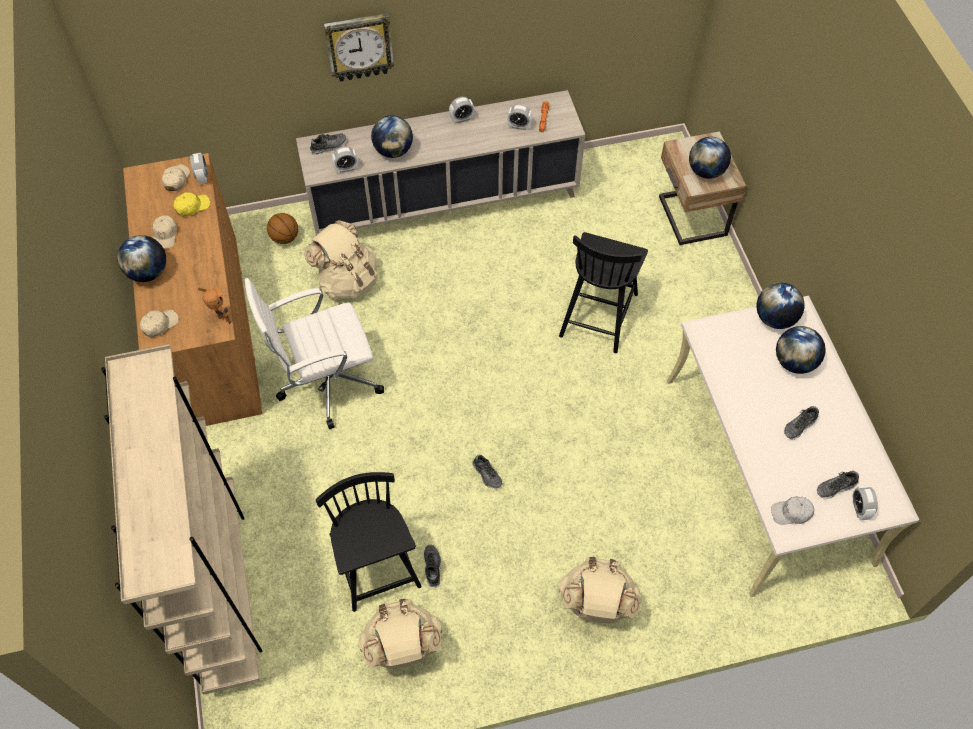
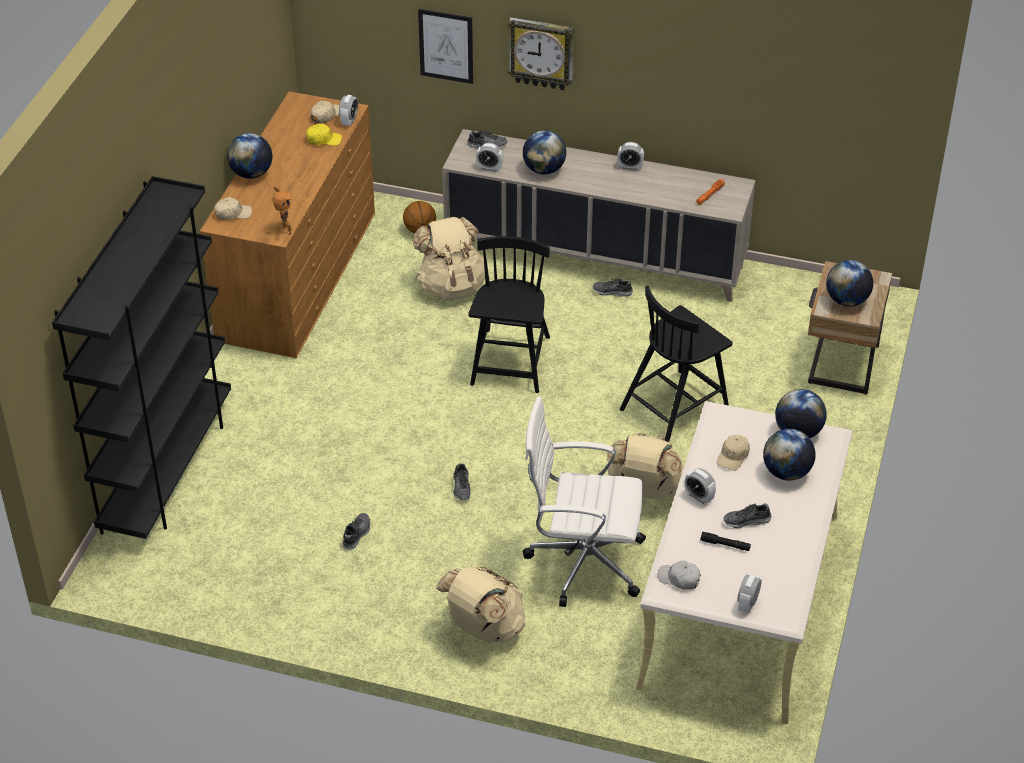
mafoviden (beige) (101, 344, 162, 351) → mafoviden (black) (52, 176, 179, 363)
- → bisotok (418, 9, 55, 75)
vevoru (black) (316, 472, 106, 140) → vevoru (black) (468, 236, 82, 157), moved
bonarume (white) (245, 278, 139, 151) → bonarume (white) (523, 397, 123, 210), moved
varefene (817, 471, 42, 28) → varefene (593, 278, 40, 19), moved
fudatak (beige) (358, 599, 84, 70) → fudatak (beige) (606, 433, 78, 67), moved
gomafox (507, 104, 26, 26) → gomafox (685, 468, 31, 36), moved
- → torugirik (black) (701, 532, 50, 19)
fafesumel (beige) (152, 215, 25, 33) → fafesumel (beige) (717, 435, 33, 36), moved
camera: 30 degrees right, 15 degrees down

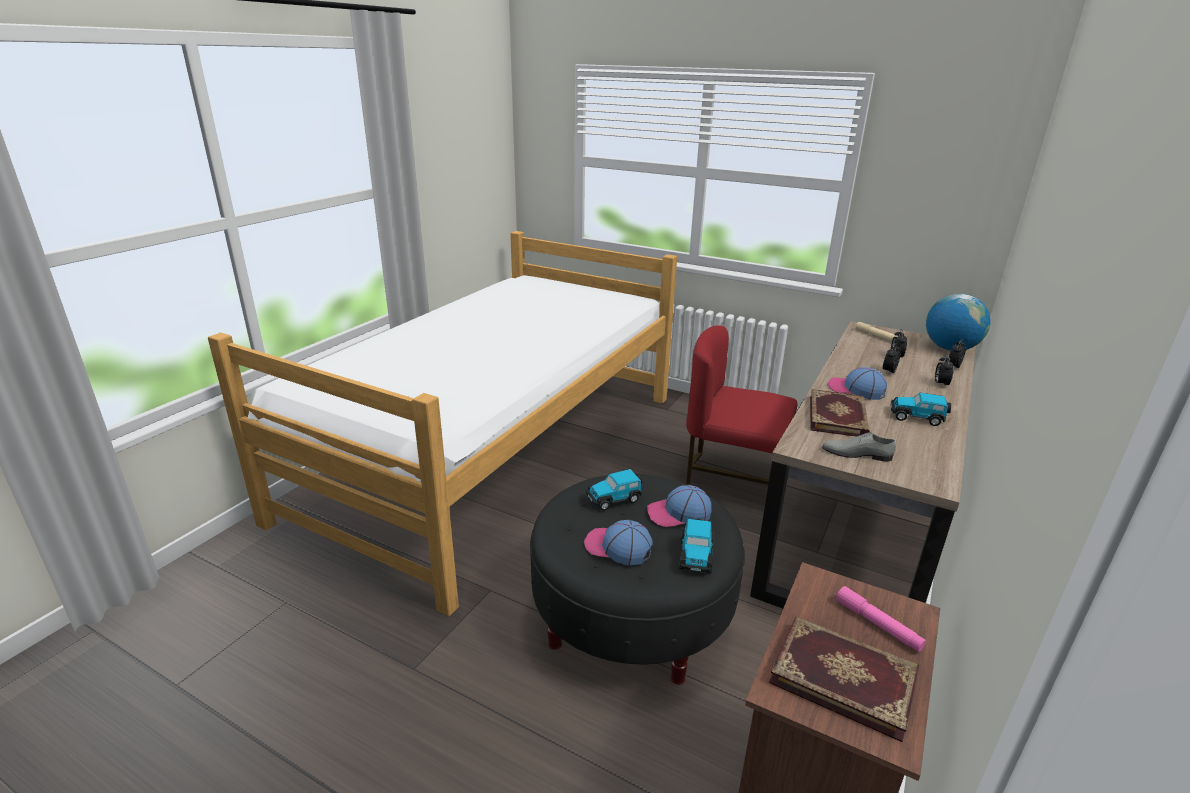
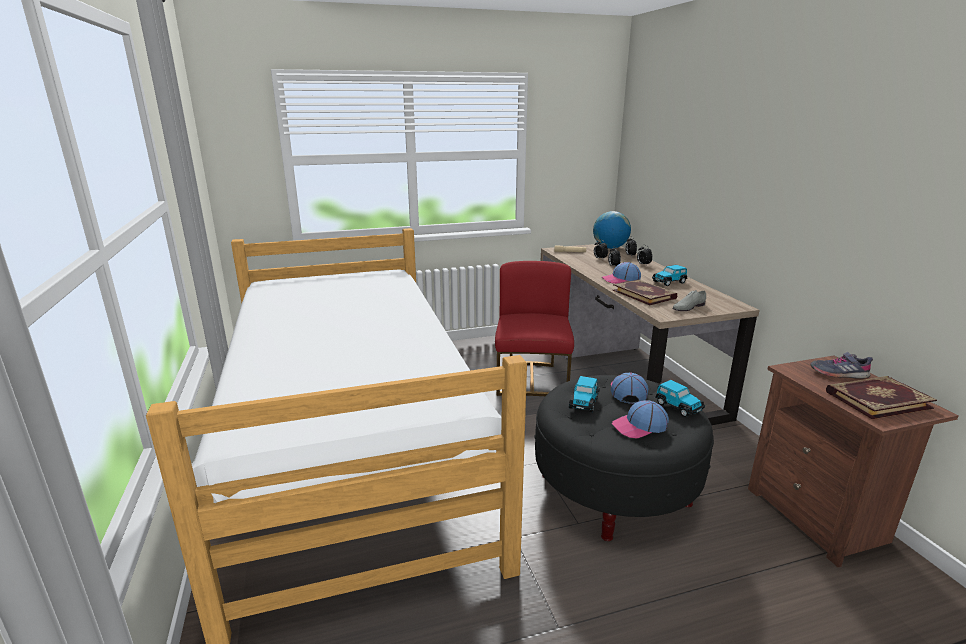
vevoru (red) (686, 325, 111, 160) → vevoru (red) (495, 261, 79, 135), 120 degrees clockwise
fafesumel (647, 485, 65, 42) → fafesumel (611, 372, 38, 32), 150 degrees clockwise
torugirik (pink) (836, 586, 90, 66) → varefene (grey) (810, 352, 63, 27)
camera: 45 degrees left, 5 degrees down

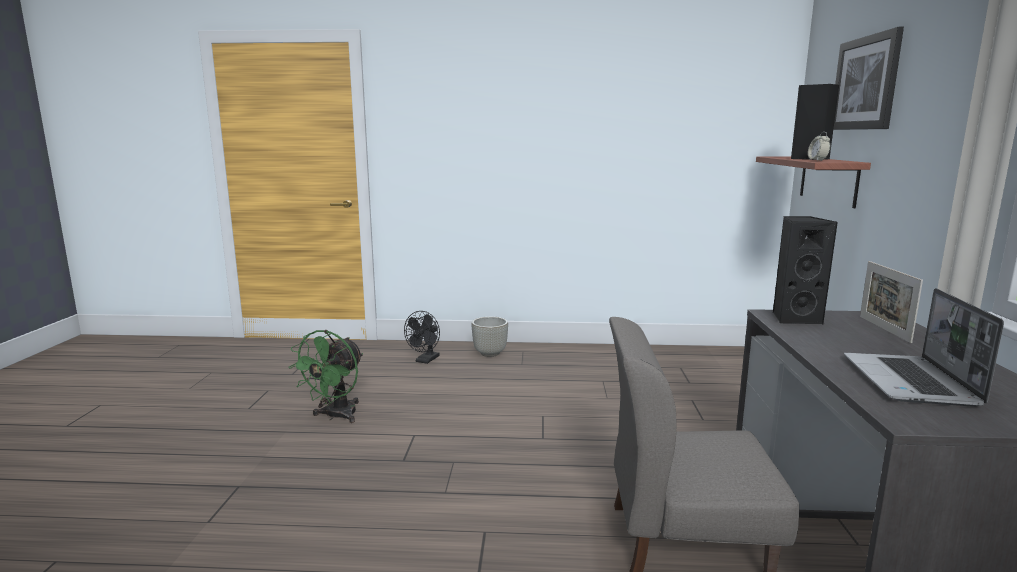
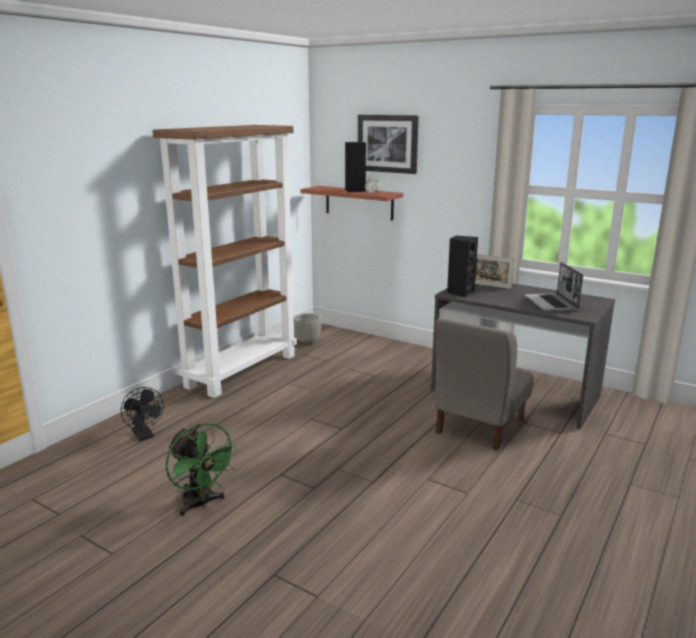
- → mafoviden (brown) (153, 125, 144, 273)
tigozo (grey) (471, 317, 37, 40) → tigozo (grey) (294, 314, 27, 31), moved
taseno (844, 288, 160, 119) → taseno (525, 262, 58, 50), 45 degrees clockwise
camera: 60 degrees left, 5 degrees up

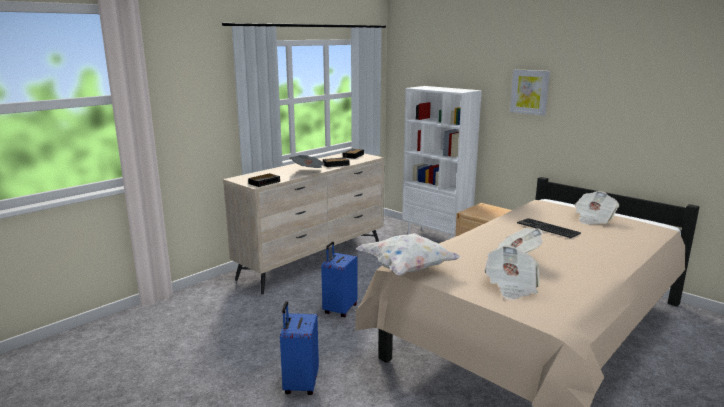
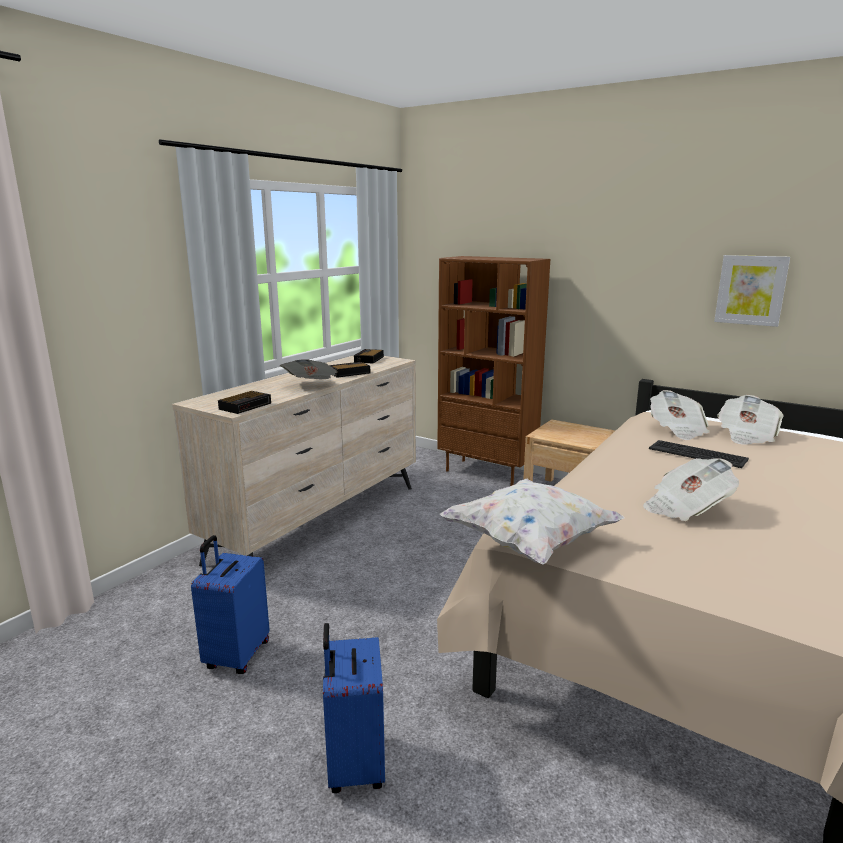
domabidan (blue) (321, 242, 37, 75) → domabidan (blue) (191, 535, 78, 139), moved
mafoviden (white) (402, 86, 80, 153) → mafoviden (brown) (437, 256, 113, 230)
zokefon (484, 246, 56, 54) → zokefon (650, 390, 60, 50), moved
bisotok (510, 69, 40, 47) → bisotok (714, 255, 76, 72), moved
camera: 10 degrees left, 0 degrees up

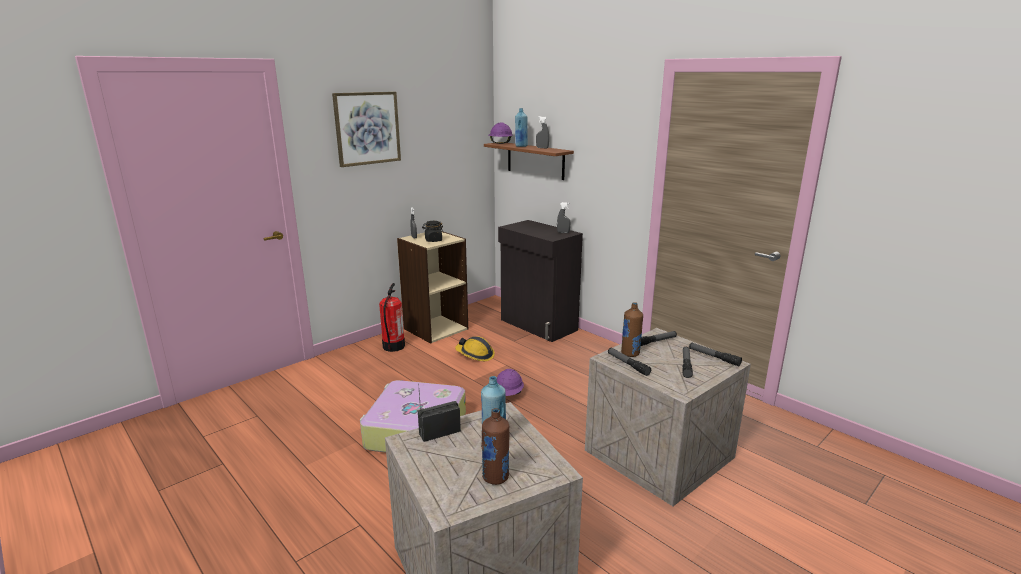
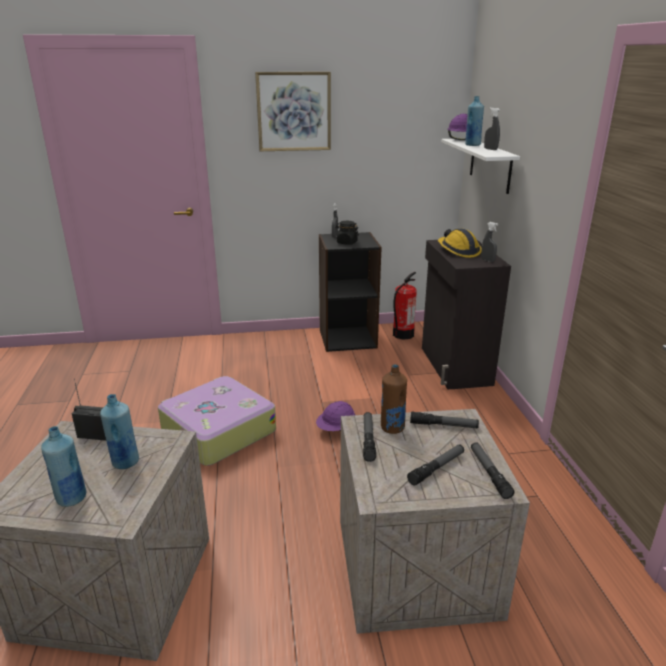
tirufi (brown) (481, 408, 28, 77) → tirufi (blue) (41, 426, 45, 81)
mafoviden (beige) (397, 231, 71, 113) → mafoviden (black) (319, 232, 63, 120)
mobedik (379, 283, 26, 69) → mobedik (393, 272, 24, 68), moved
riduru (455, 336, 40, 25) → riduru (438, 229, 44, 29), moved
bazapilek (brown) (484, 142, 90, 38) → bazapilek (white) (441, 138, 79, 56)
camera: 35 degrees right, 5 degrees up

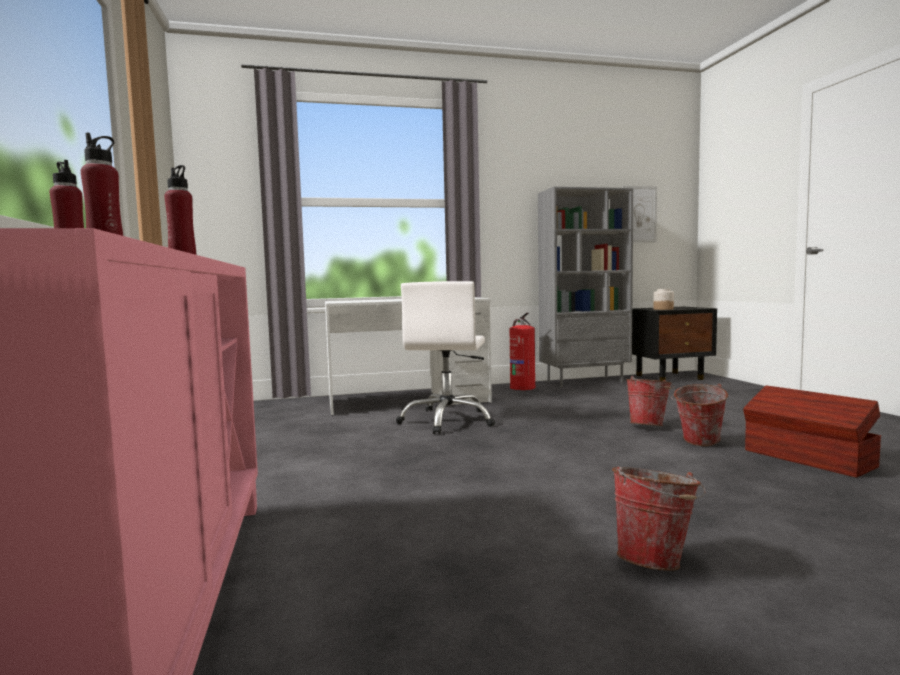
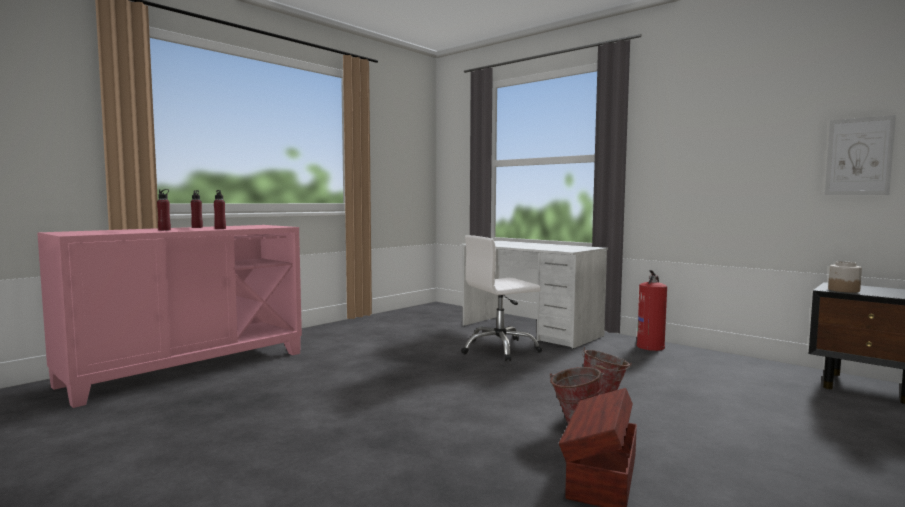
mafoviden (grey) (538, 187, 95, 200) → -
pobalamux (612, 467, 94, 104) → -
camera: 55 degrees right, 0 degrees up

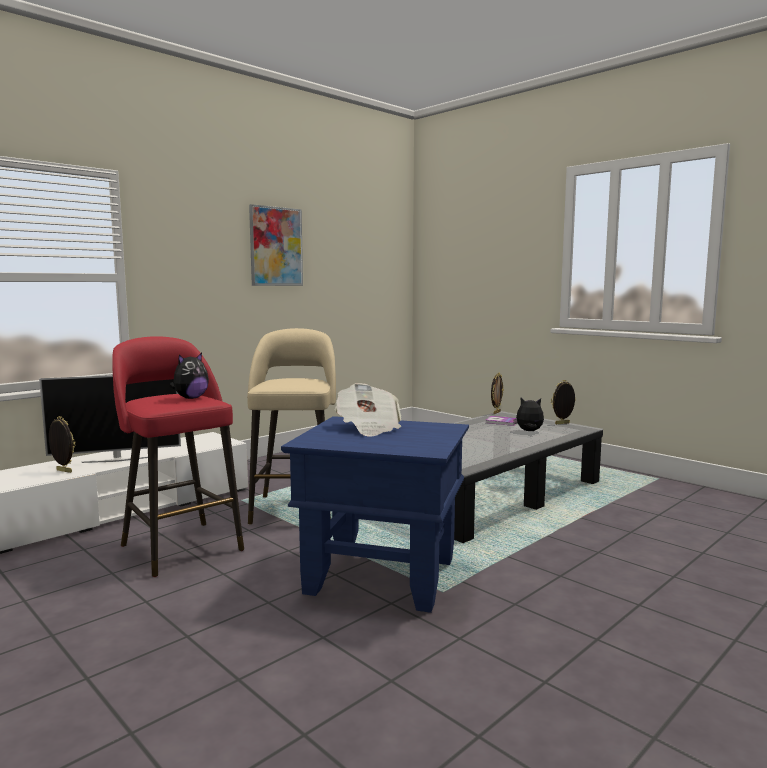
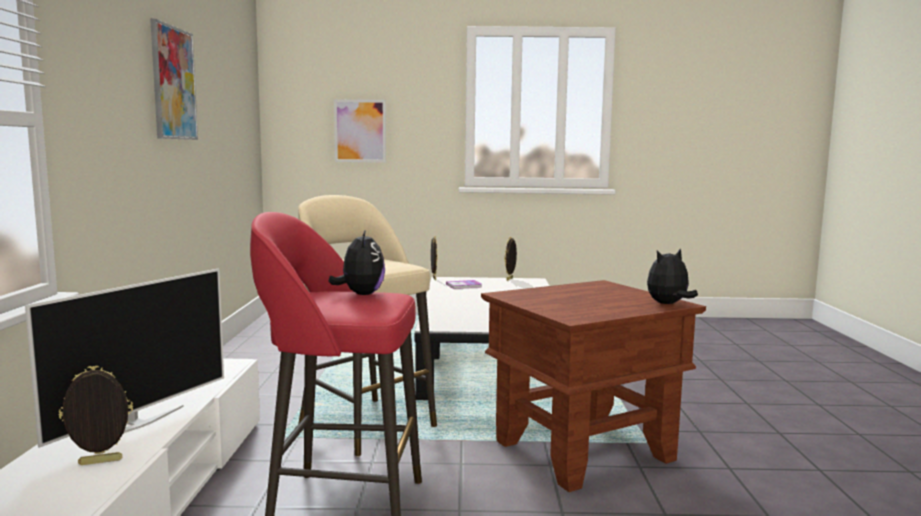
- → bisotok (334, 99, 52, 64)
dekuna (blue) (281, 416, 188, 197) → dekuna (brown) (481, 280, 225, 212)
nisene (513, 398, 31, 33) → nisene (647, 248, 51, 56), moved
zokefon (335, 383, 66, 54) → -
camera: 45 degrees left, 0 degrees up

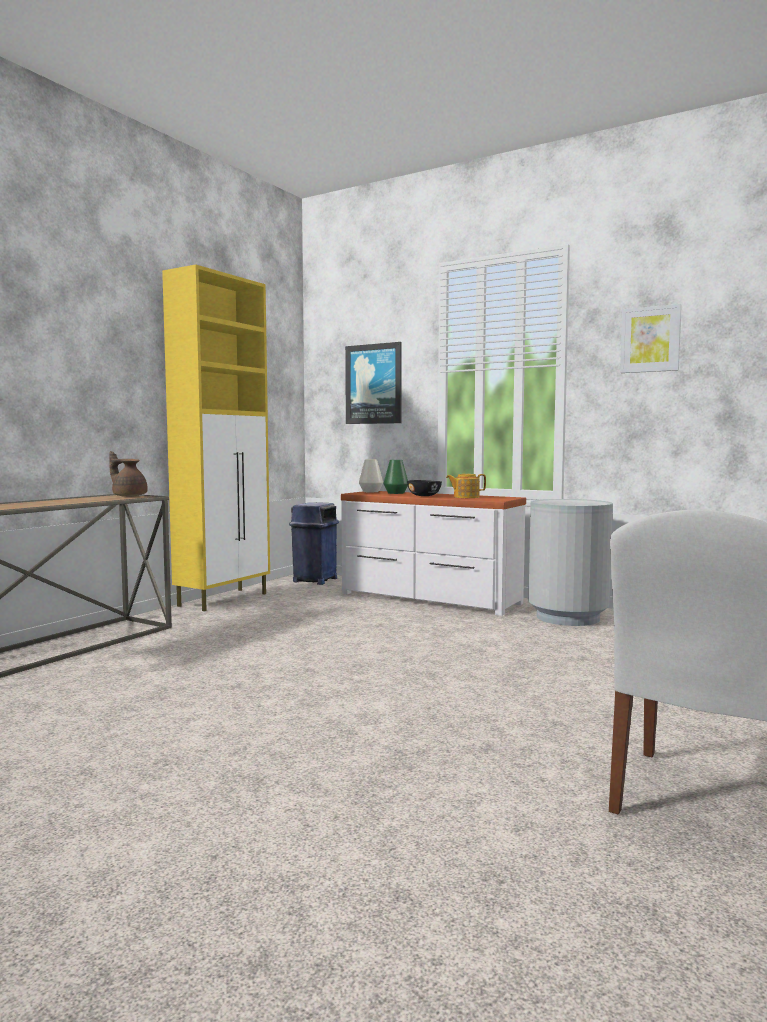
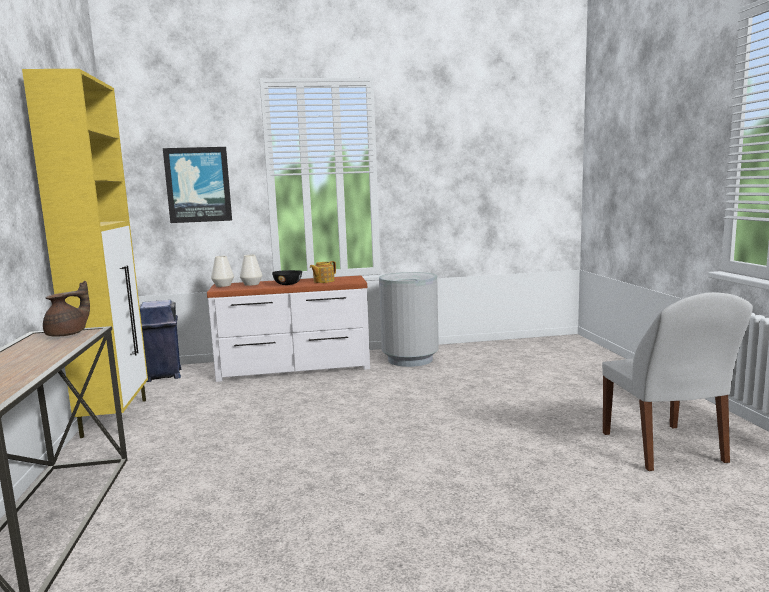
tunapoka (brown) (109, 451, 39, 46) → tunapoka (brown) (43, 281, 47, 55), 135 degrees clockwise
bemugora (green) (383, 460, 25, 34) → bemugora (white) (240, 255, 22, 31)
bisotok (620, 304, 62, 69) → -
camera: 40 degrees left, 5 degrees up

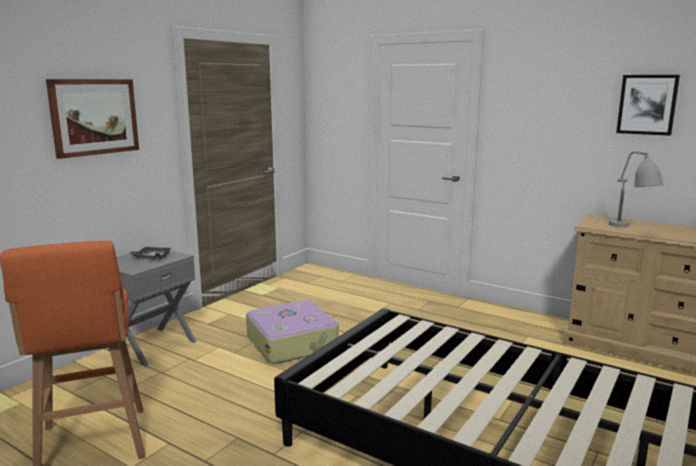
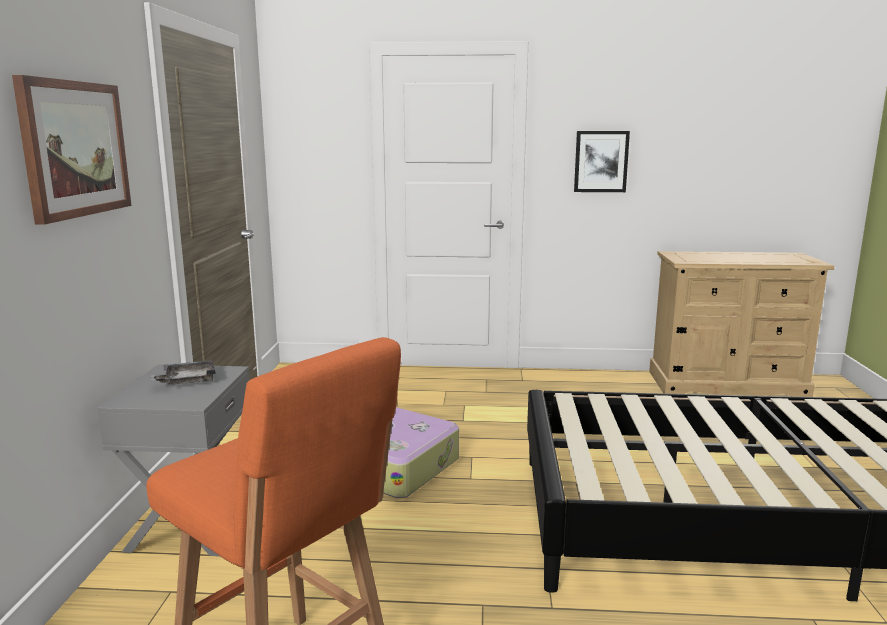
bisotok (616, 75, 64, 61) → bisotok (574, 131, 56, 61), moved
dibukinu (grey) (609, 151, 54, 76) → -
camera: 30 degrees left, 0 degrees up

